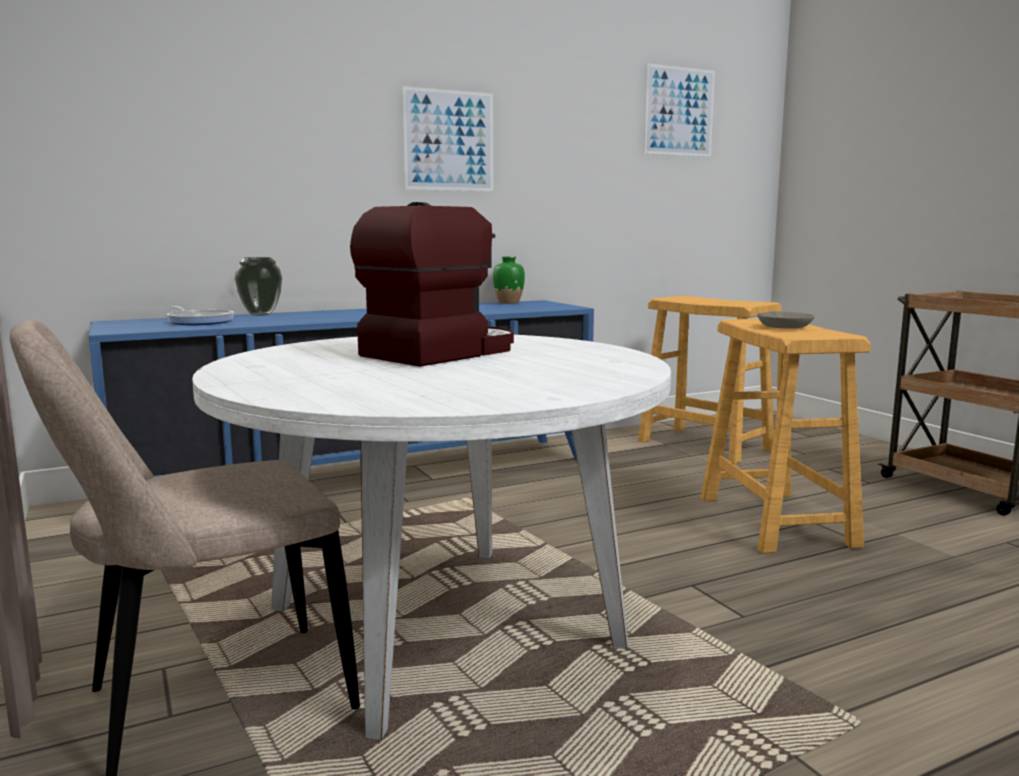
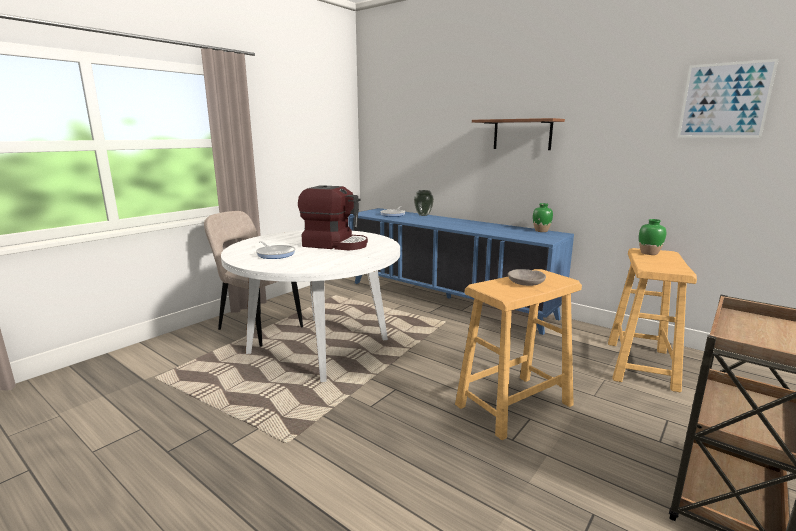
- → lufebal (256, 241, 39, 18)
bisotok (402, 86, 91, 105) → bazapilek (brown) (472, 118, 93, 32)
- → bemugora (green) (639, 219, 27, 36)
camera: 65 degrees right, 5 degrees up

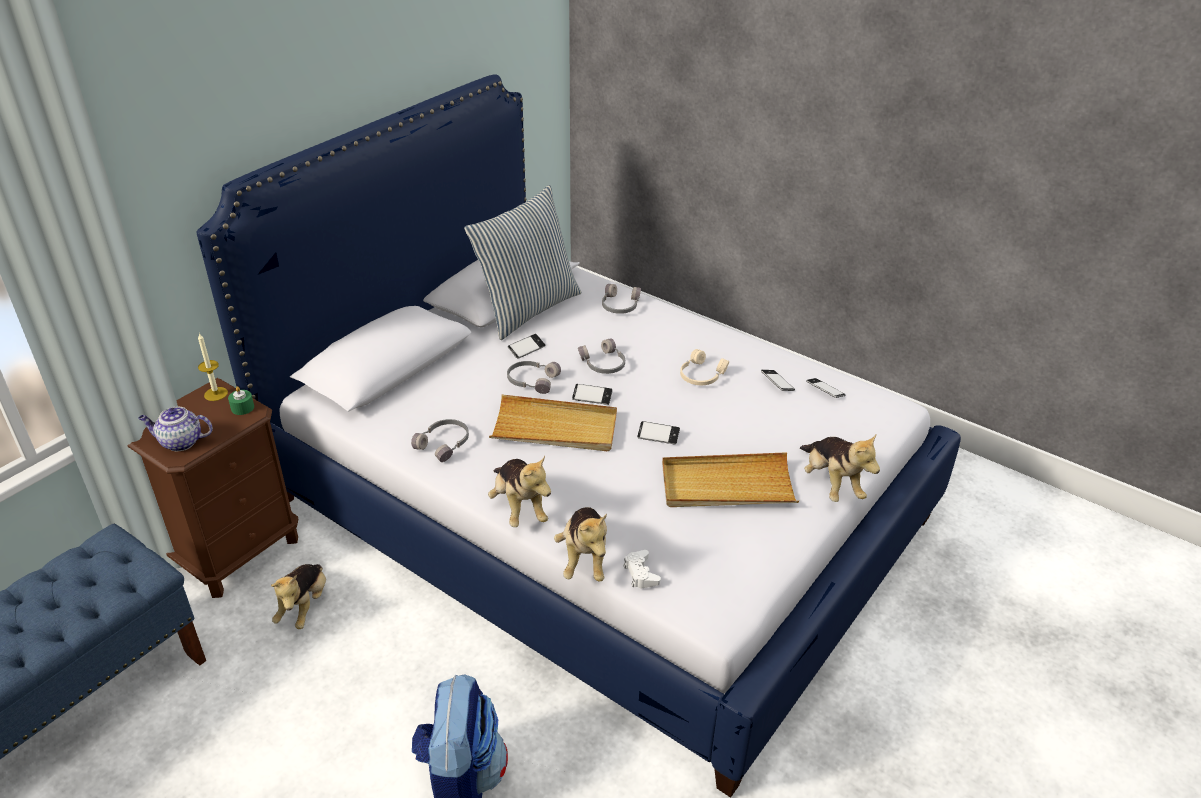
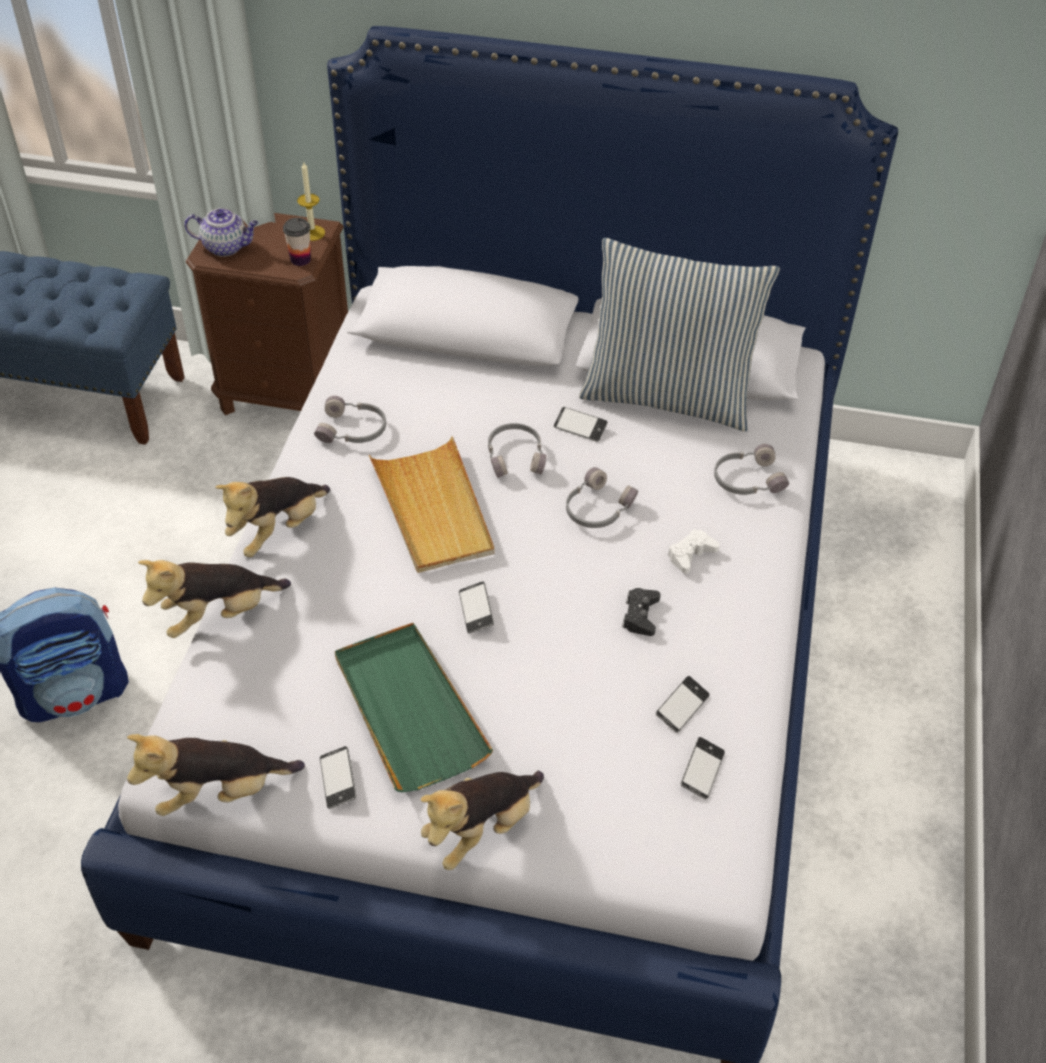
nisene (271, 564, 55, 65) → nisene (127, 734, 178, 82), moved
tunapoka (138, 407, 75, 44) → tunapoka (184, 208, 75, 49), 120 degrees clockwise
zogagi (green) (228, 386, 26, 29) → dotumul (283, 218, 28, 48)
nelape (572, 384, 41, 21) → nelape (320, 746, 36, 63), moved
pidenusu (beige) (662, 452, 137, 55) → pidenusu (green) (335, 623, 158, 169)
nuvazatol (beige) (680, 349, 49, 36) → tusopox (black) (622, 588, 39, 48)
tusopox (white) (624, 550, 37, 38) → tusopox (white) (668, 529, 52, 44), moved
camera: 65 degrees right, 10 degrees up

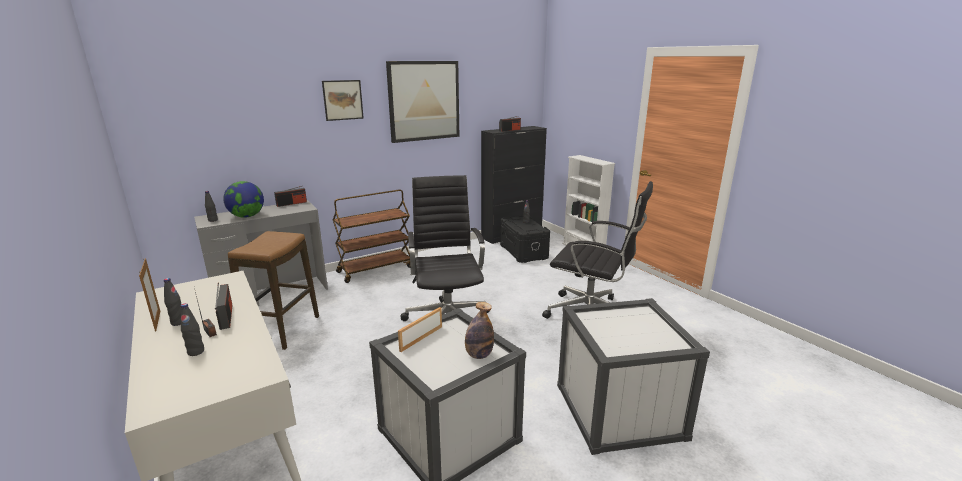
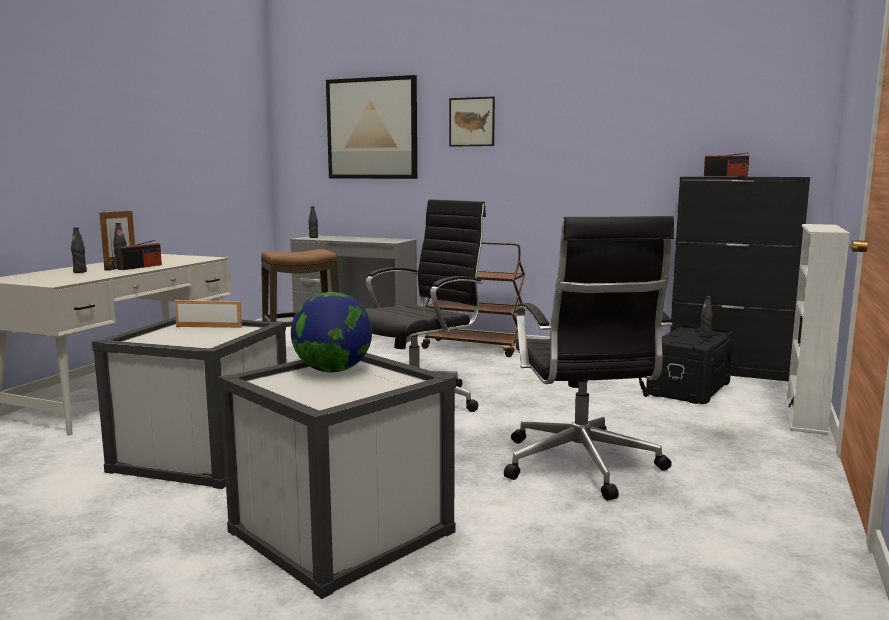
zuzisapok (223, 181, 41, 37) → zuzisapok (291, 292, 81, 81), moved
bisotok (386, 61, 73, 82) → bisotok (326, 75, 91, 104), moved
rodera (274, 186, 33, 21) → -
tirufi (465, 302, 29, 57) → -
camera: 55 degrees right, 10 degrees down

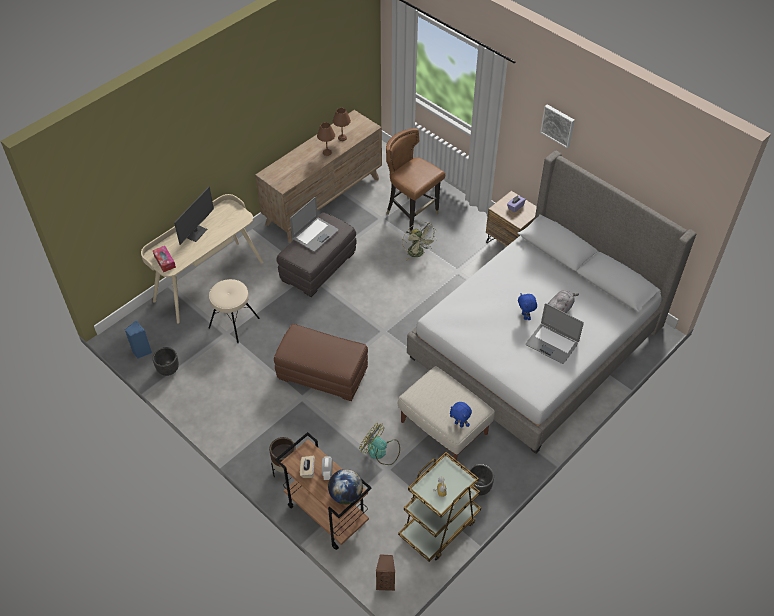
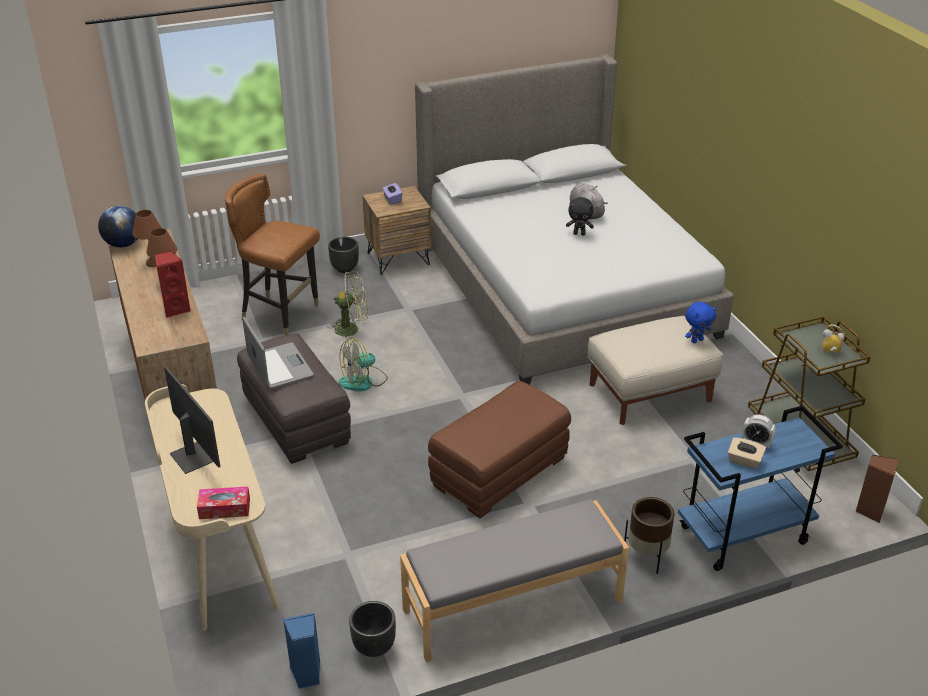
zuzisapok (328, 469, 35, 36) → zuzisapok (98, 206, 39, 41), moved
- → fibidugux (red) (155, 250, 36, 68)
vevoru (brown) (386, 128, 59, 107) → vevoru (brown) (225, 174, 95, 162), 45 degrees clockwise
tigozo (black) (469, 464, 25, 32) → tigozo (black) (328, 237, 31, 36), moved
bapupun (359, 423, 41, 42) → bapupun (339, 338, 49, 53), moved
- → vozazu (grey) (400, 499, 229, 164)
nisene (blue) (518, 294, 19, 26) → nisene (black) (566, 197, 28, 38)
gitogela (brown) (275, 432, 96, 118) → gitogela (blue) (678, 406, 165, 165)
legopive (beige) (209, 279, 51, 64) → -
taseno (526, 303, 58, 61) → -
bisotok (540, 104, 35, 44) → -
camera: 65 degrees left, 15 degrees down

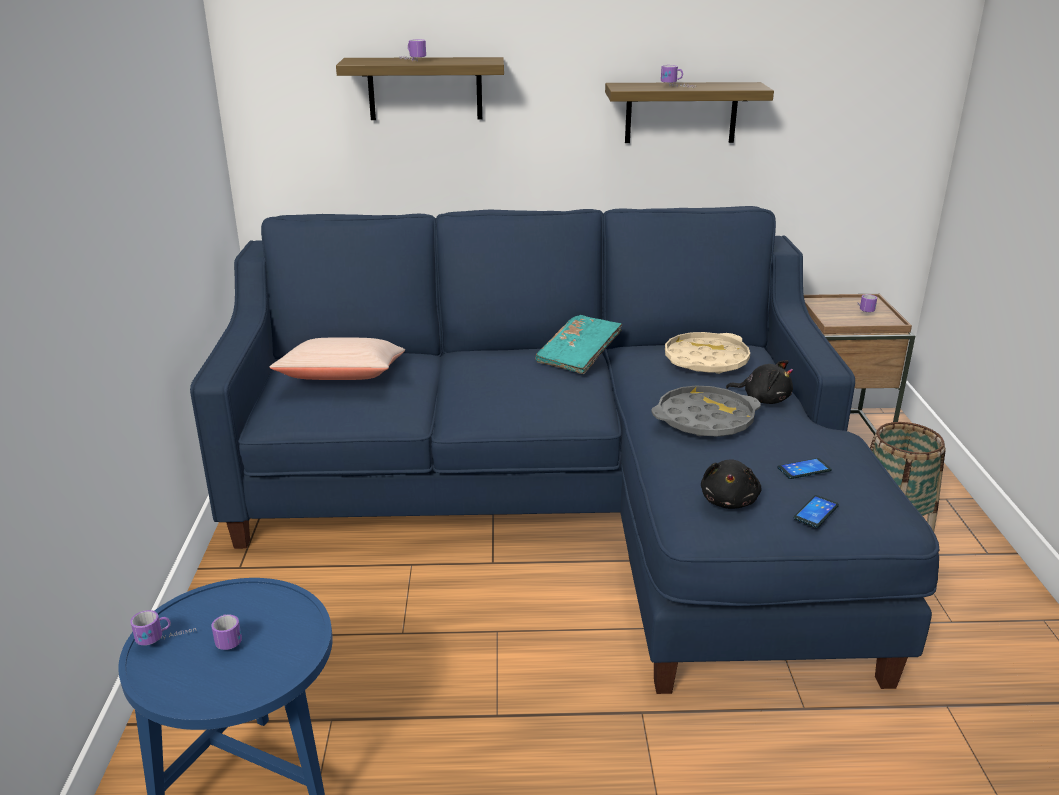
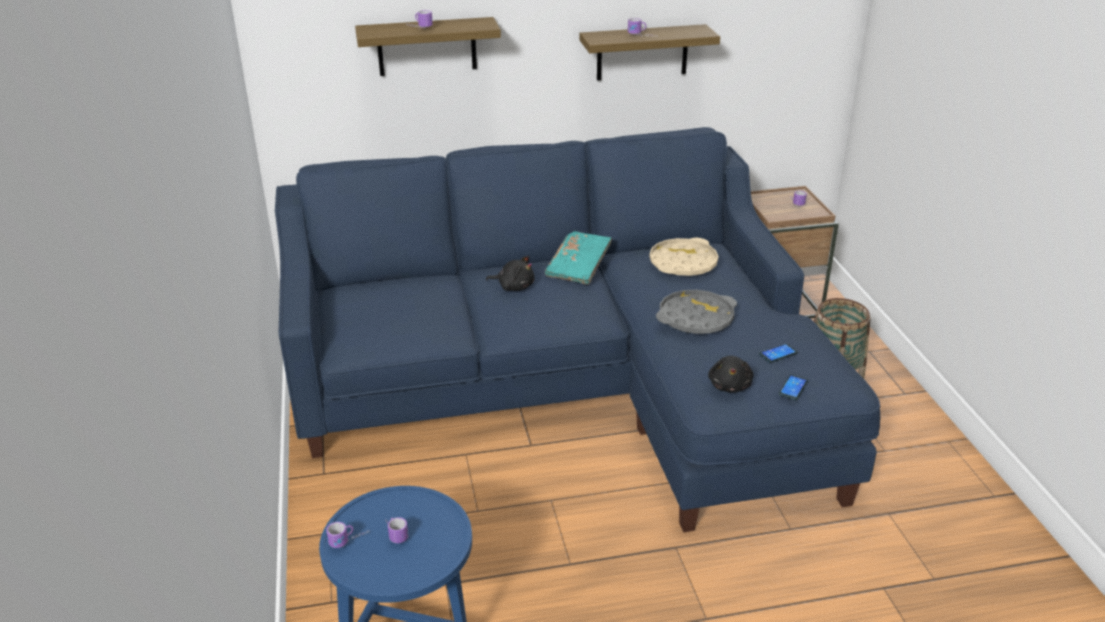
nisene (black) (726, 360, 67, 44) → nisene (black) (486, 256, 49, 35), moved
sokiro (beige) (270, 338, 135, 42) → -
camera: 10 degrees left, 5 degrees up

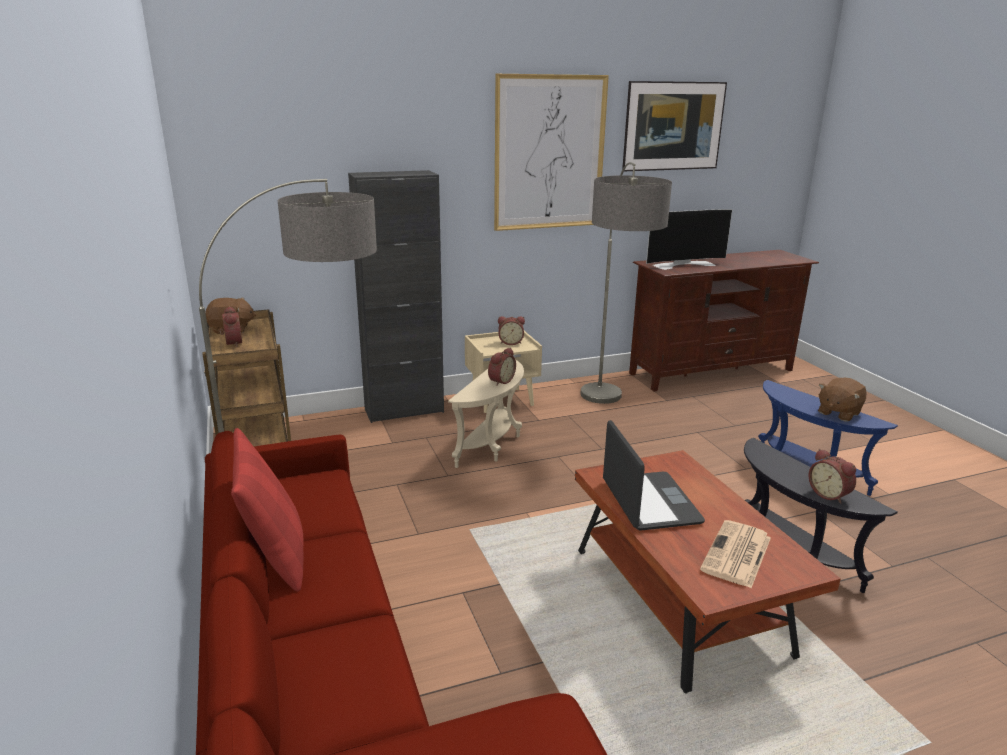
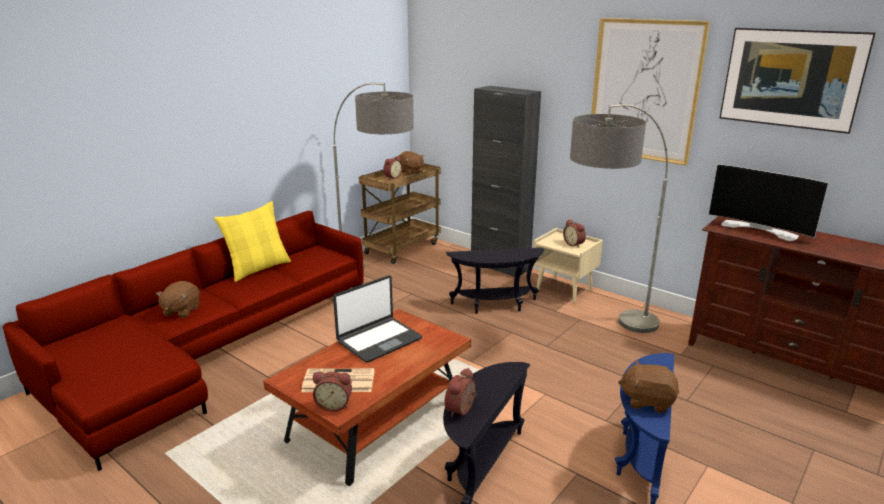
- → nisene (brown) (156, 281, 44, 37)
sokiro (red) (231, 428, 73, 164) → sokiro (yellow) (214, 201, 77, 81)
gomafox (488, 348, 28, 38) → gomafox (313, 372, 39, 39), moved
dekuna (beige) (448, 360, 76, 108) → dekuna (black) (446, 248, 98, 66)
camera: 60 degrees right, 0 degrees up

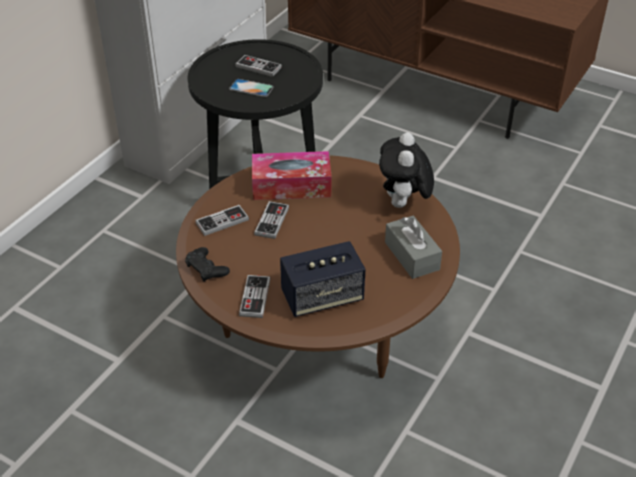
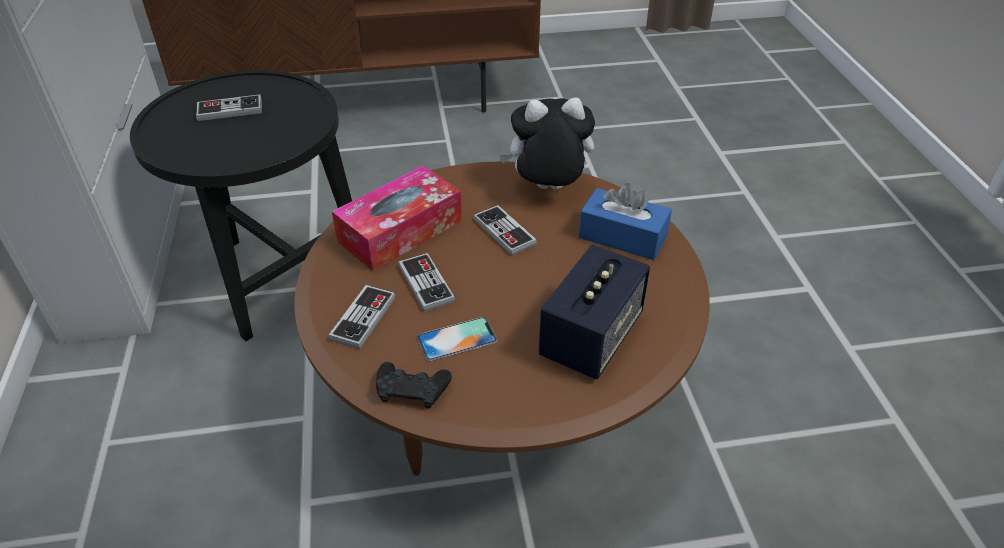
nelape (229, 79, 45, 18) → nelape (417, 317, 80, 44), moved
tusopox (239, 275, 31, 43) → tusopox (473, 205, 64, 51), moved
nisene (379, 132, 55, 76) → nisene (499, 98, 96, 92), 120 degrees clockwise
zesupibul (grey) (385, 216, 57, 63) → zesupibul (blue) (579, 183, 93, 77)
camera: 40 degrees left, 0 degrees up

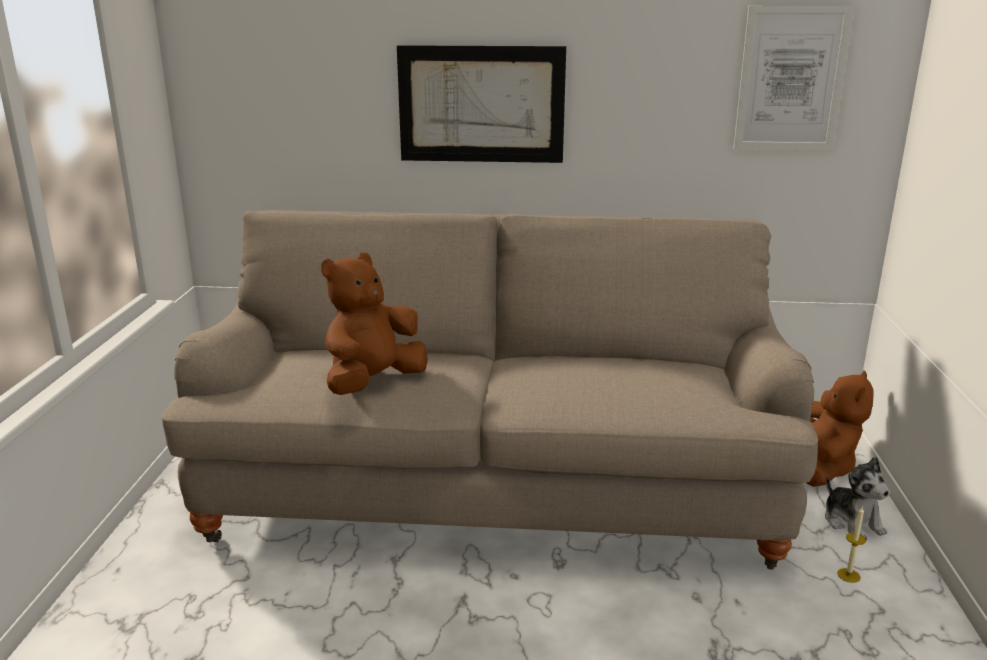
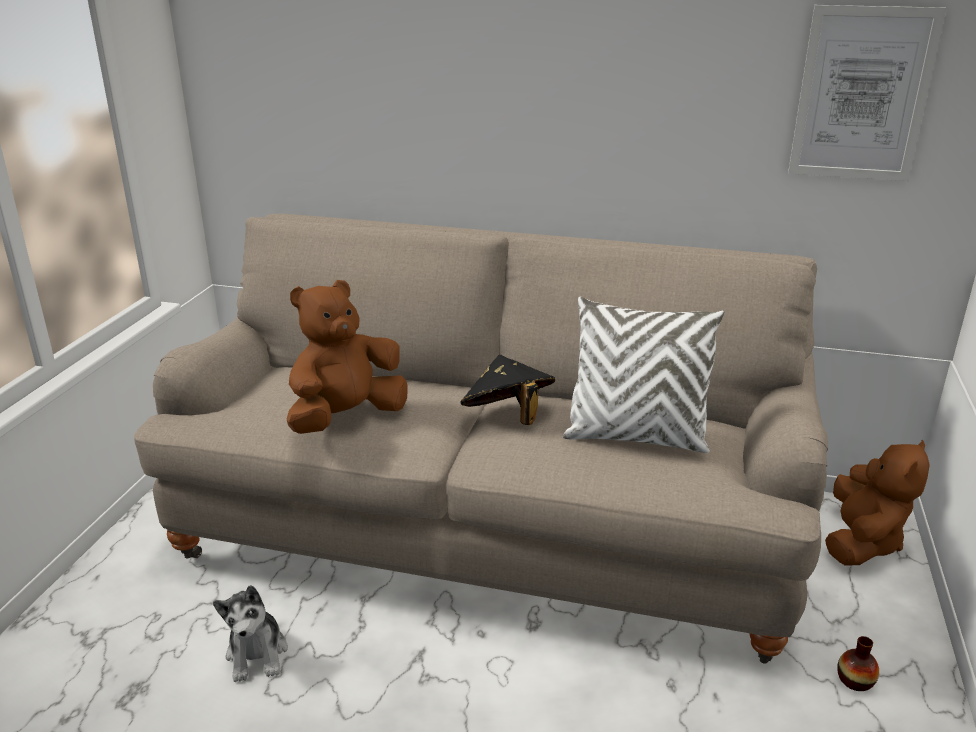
nisene (825, 456, 65, 84) → nisene (213, 585, 75, 97), moved
- → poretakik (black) (460, 355, 95, 70)
- → sokiro (white) (563, 296, 161, 157)
zogagi (837, 507, 29, 76) → bemugora (837, 636, 42, 55)
bisotok (397, 45, 169, 118) → -
camera: 10 degrees right, 5 degrees up

